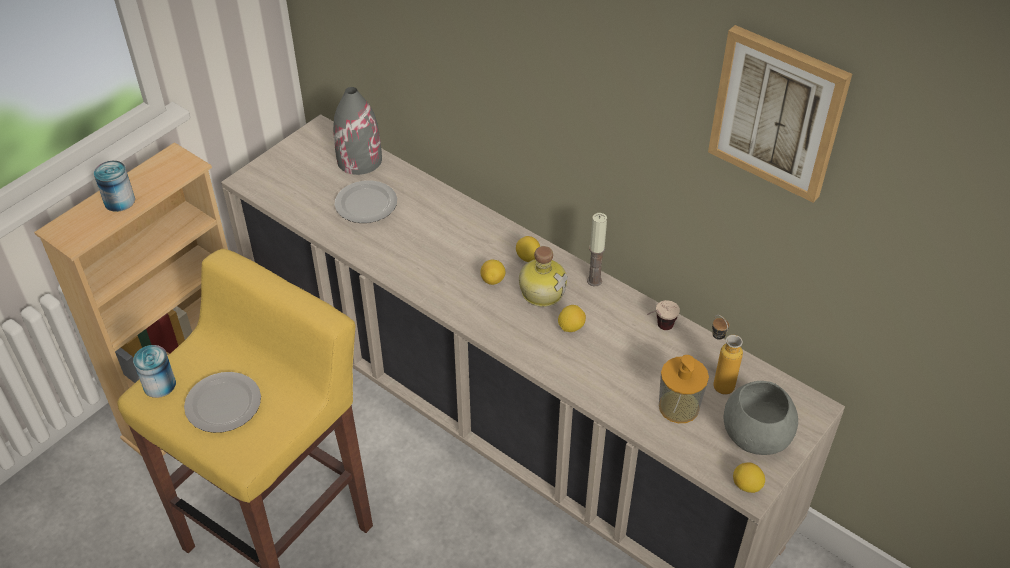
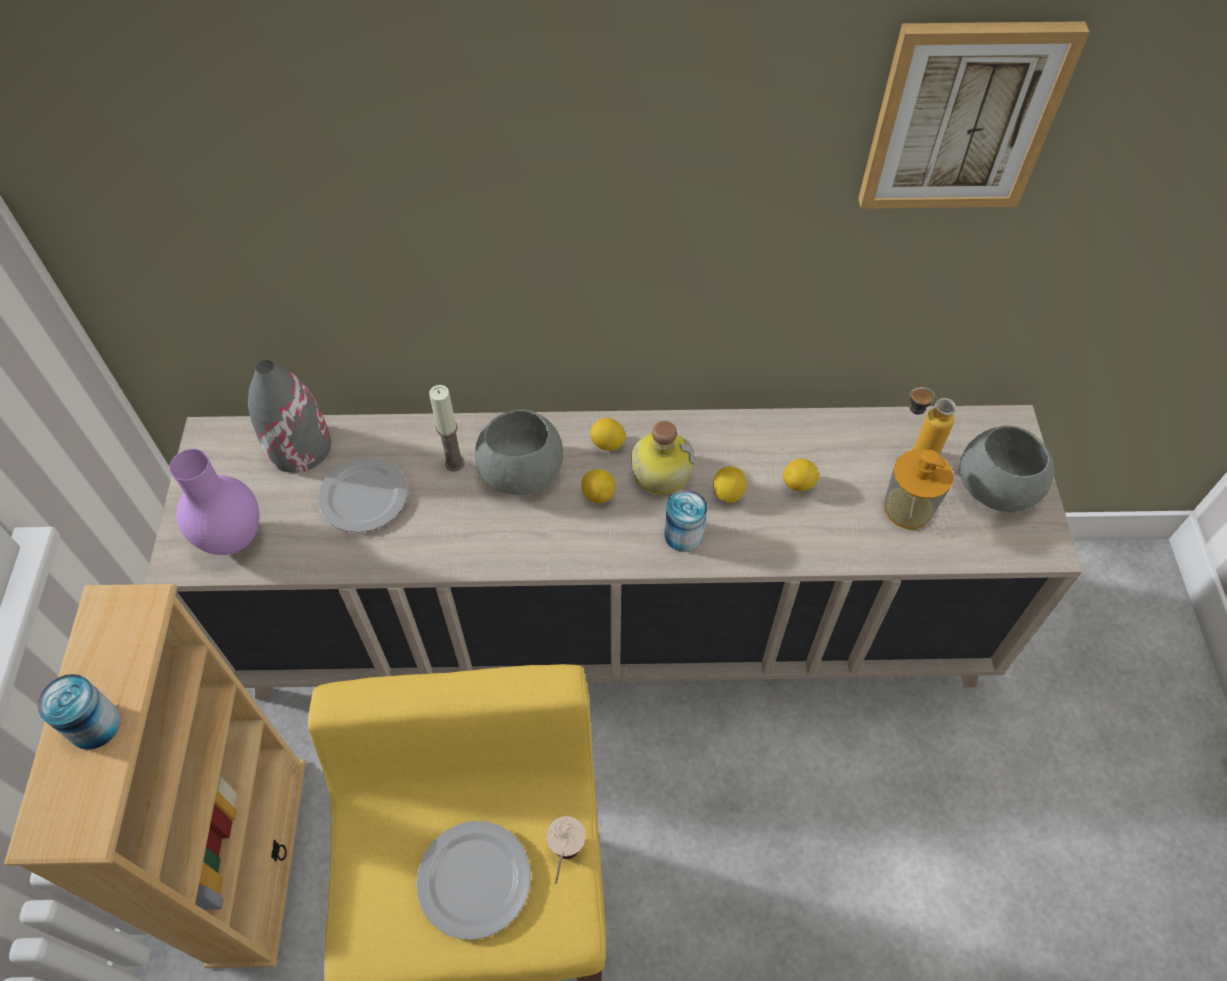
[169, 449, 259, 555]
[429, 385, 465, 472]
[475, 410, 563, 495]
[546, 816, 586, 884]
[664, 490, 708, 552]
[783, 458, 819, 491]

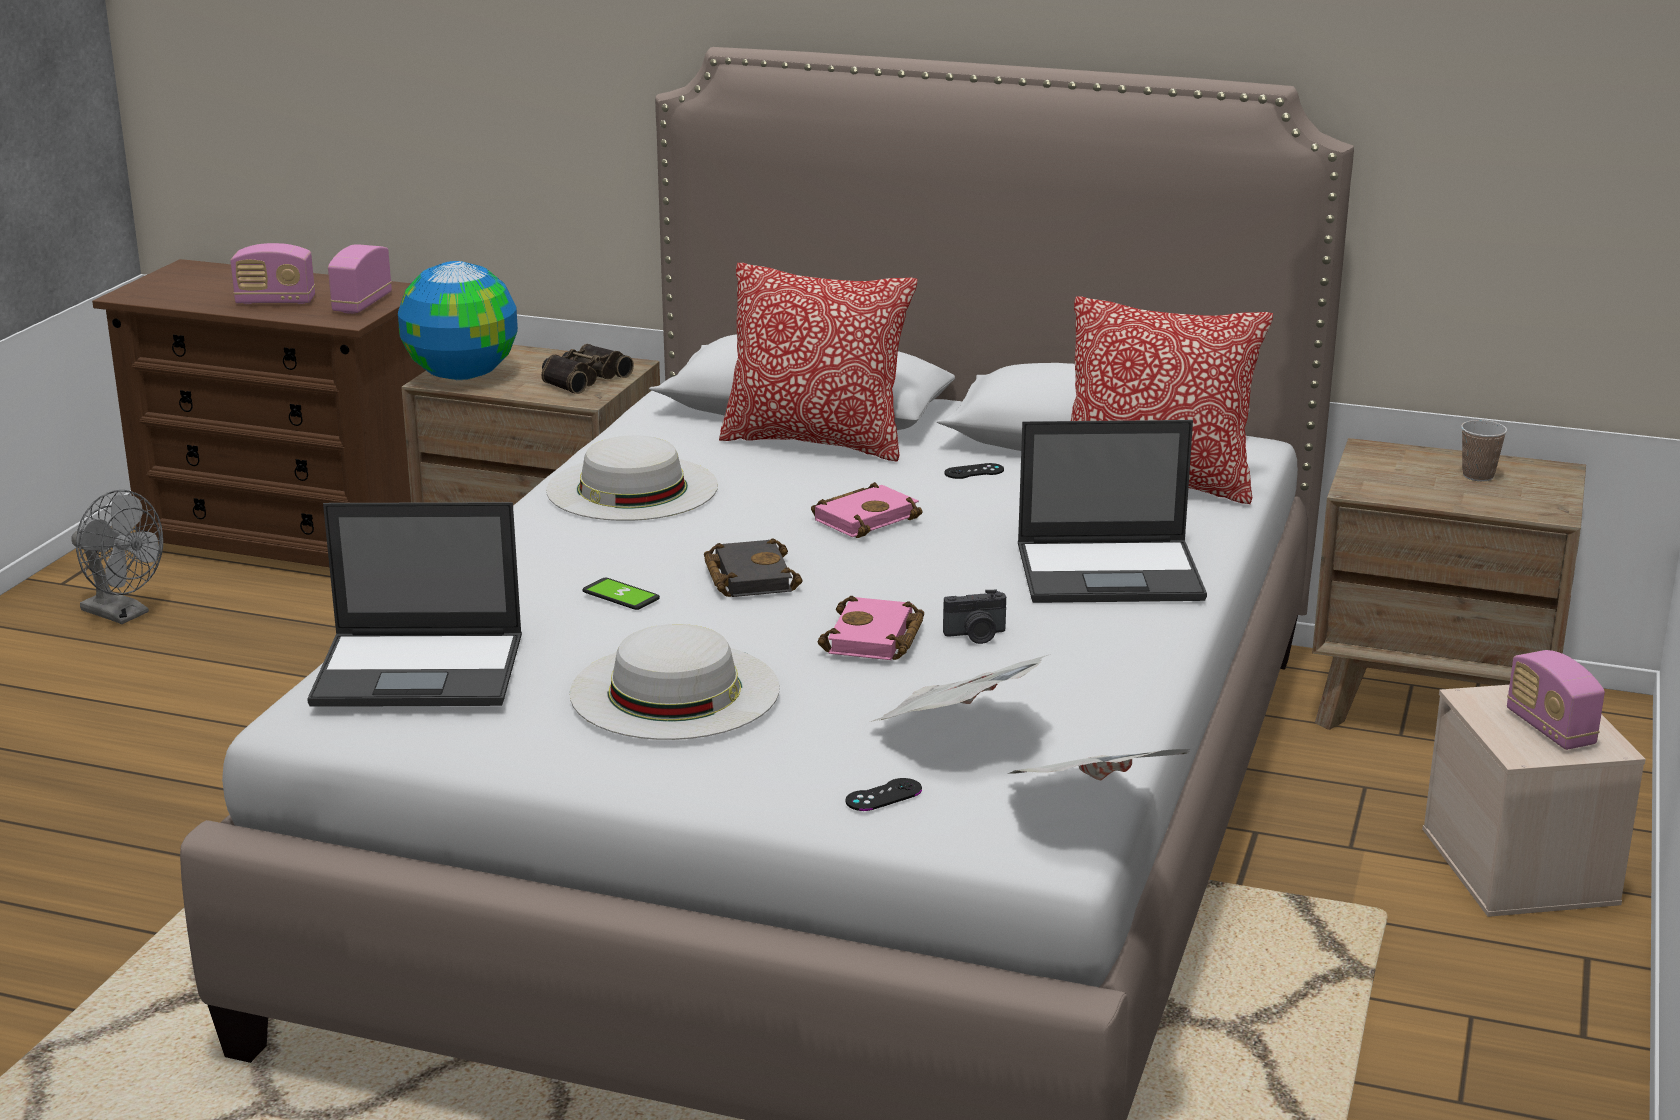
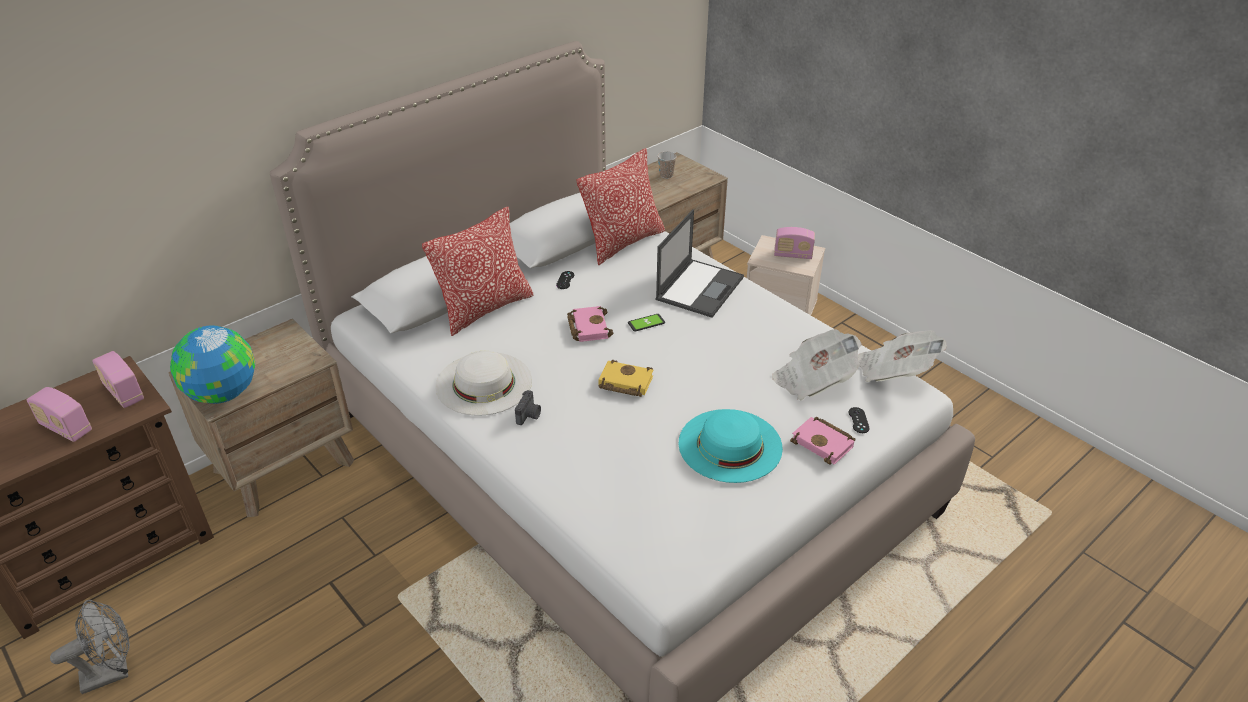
[26, 387, 92, 442]
[515, 390, 541, 425]
[598, 360, 653, 397]
[628, 314, 665, 332]
[679, 409, 783, 483]
[790, 417, 855, 465]
[307, 502, 522, 707] (first image)
[541, 344, 634, 394] (first image)

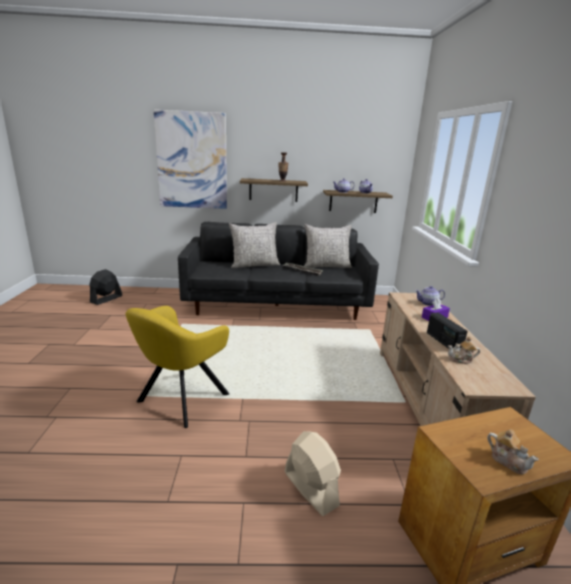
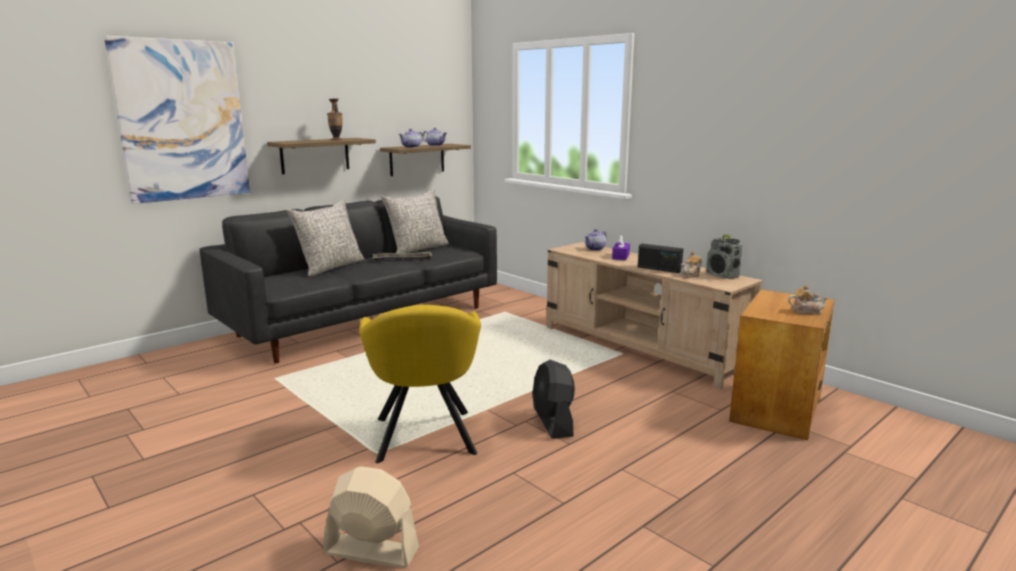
[323, 466, 419, 568]
[532, 360, 575, 439]
[706, 234, 742, 279]

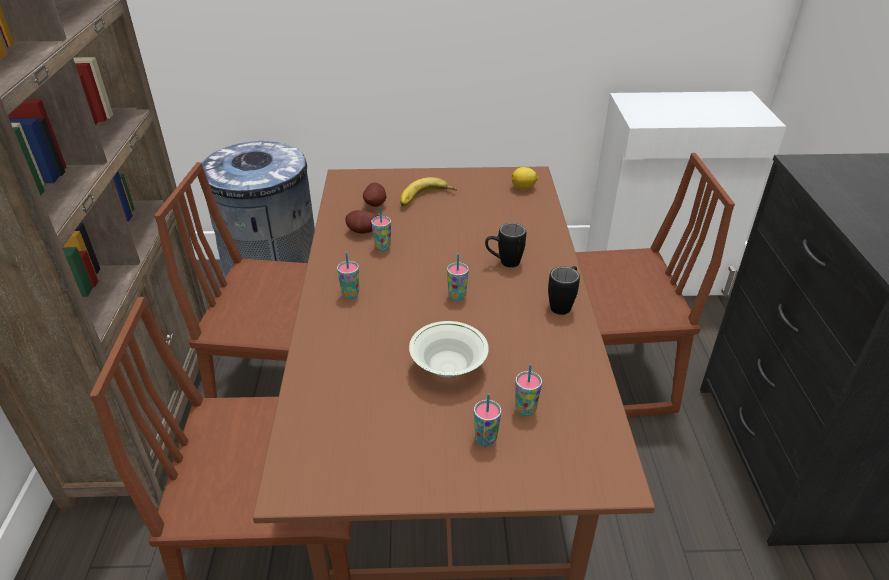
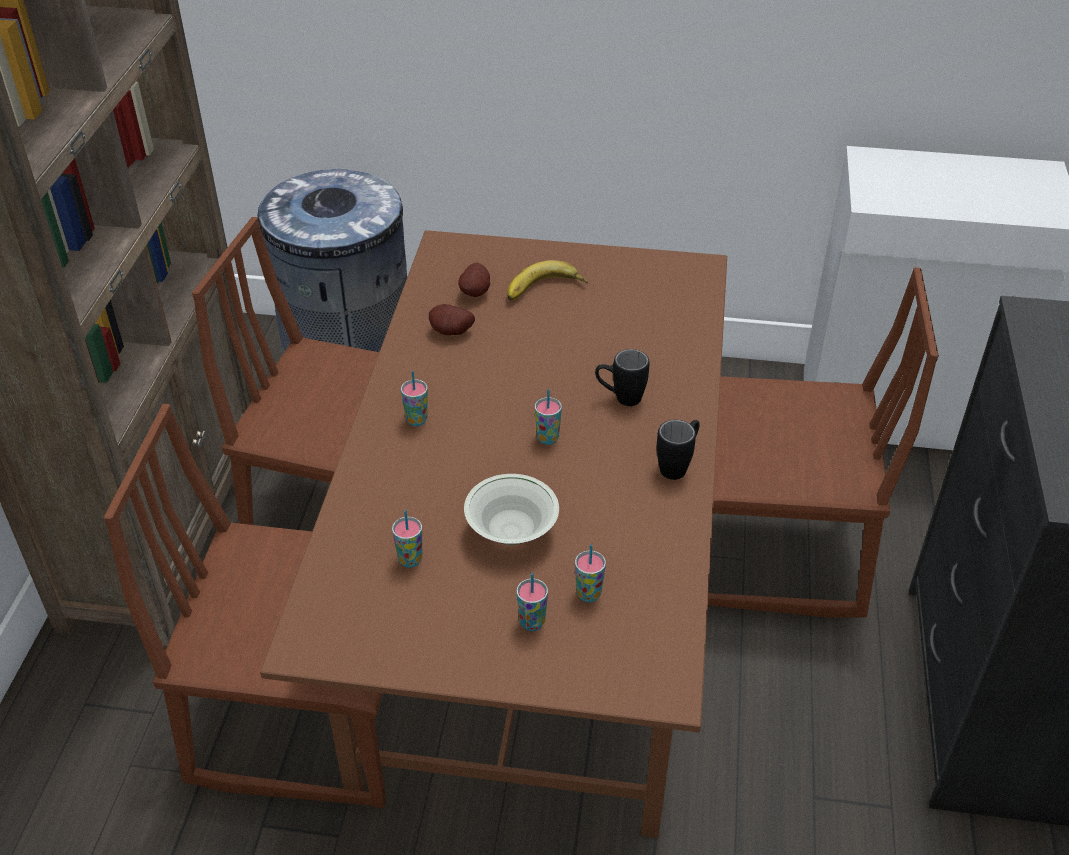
[392, 510, 422, 568]
[512, 167, 538, 189] (first image)

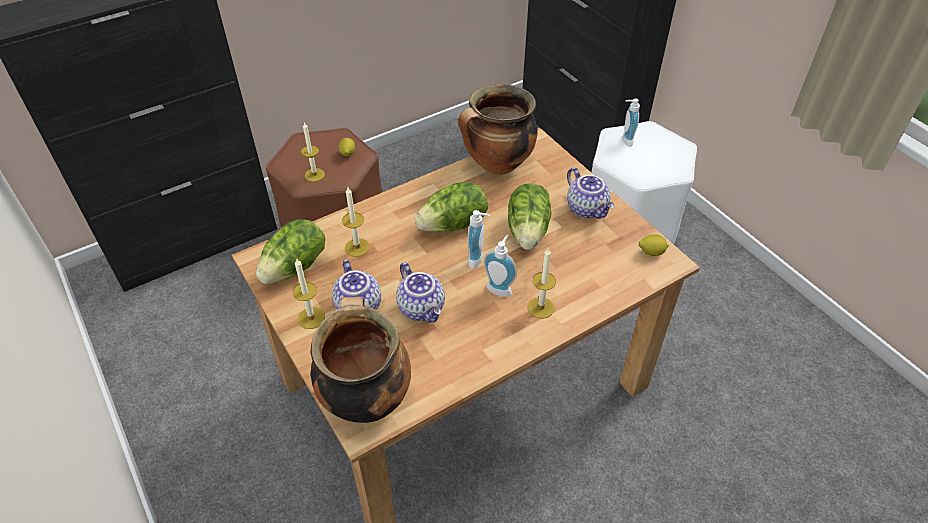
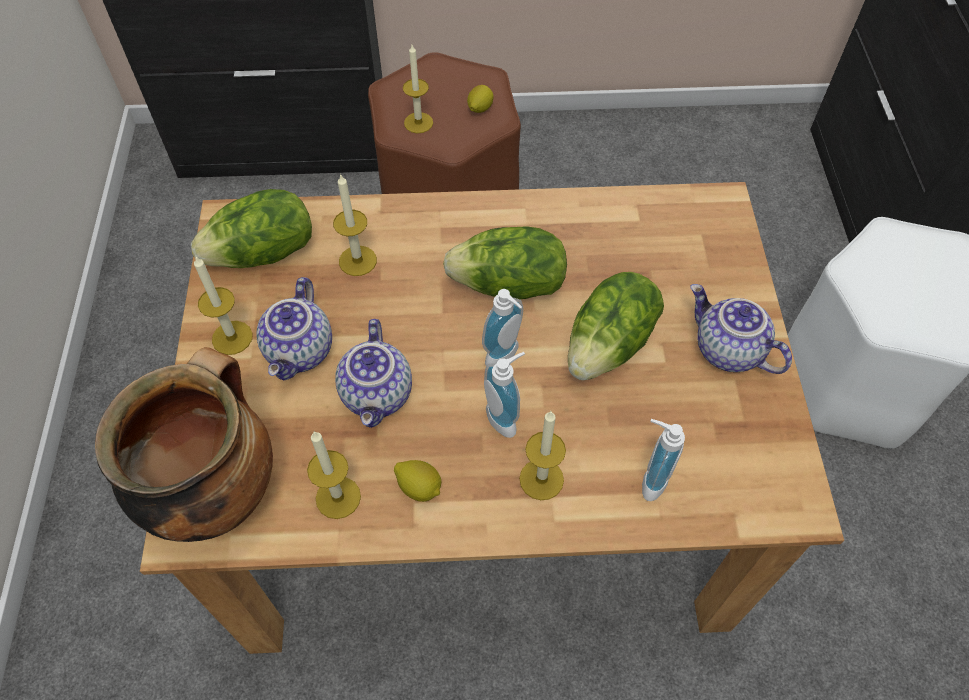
[307, 431, 361, 519]
[394, 460, 441, 502]
[642, 419, 685, 501]
[690, 284, 792, 374]
[458, 85, 538, 175] (first image)

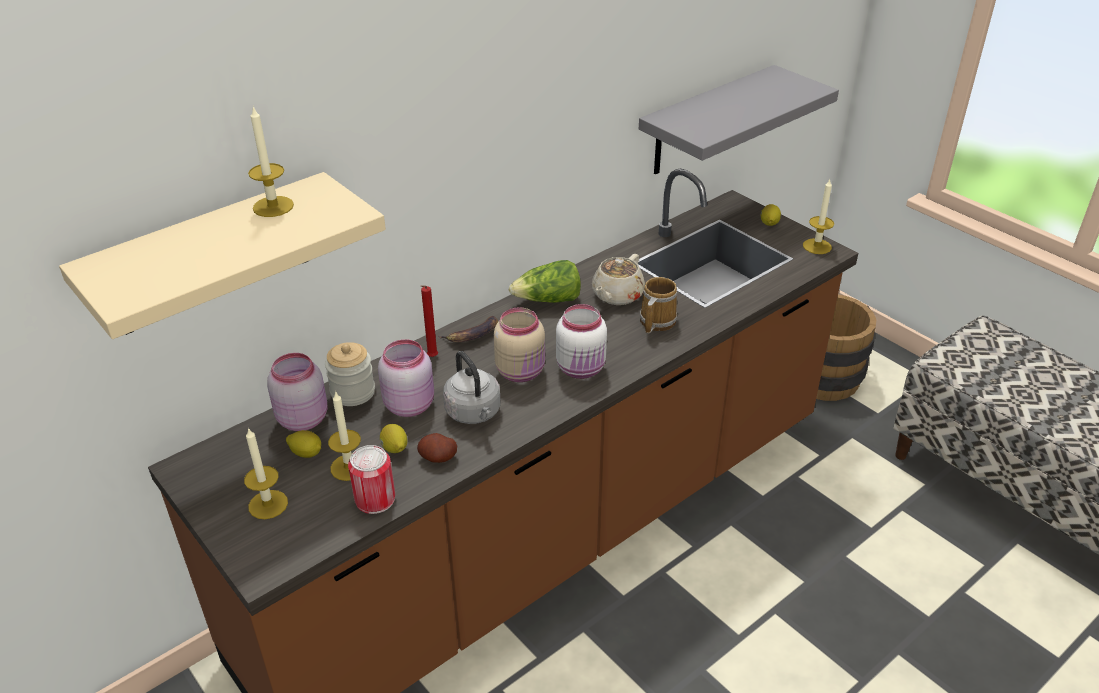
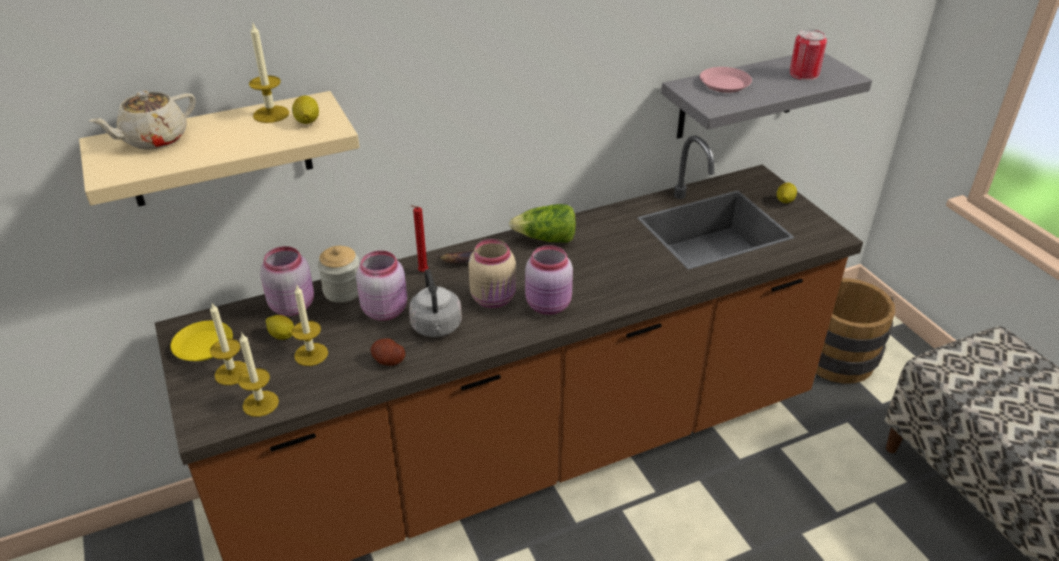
[89, 91, 196, 150]
[170, 321, 233, 361]
[238, 332, 279, 417]
[292, 96, 319, 124]
[525, 245, 573, 315]
[700, 67, 752, 93]
[790, 29, 827, 80]
[640, 277, 678, 333] (first image)

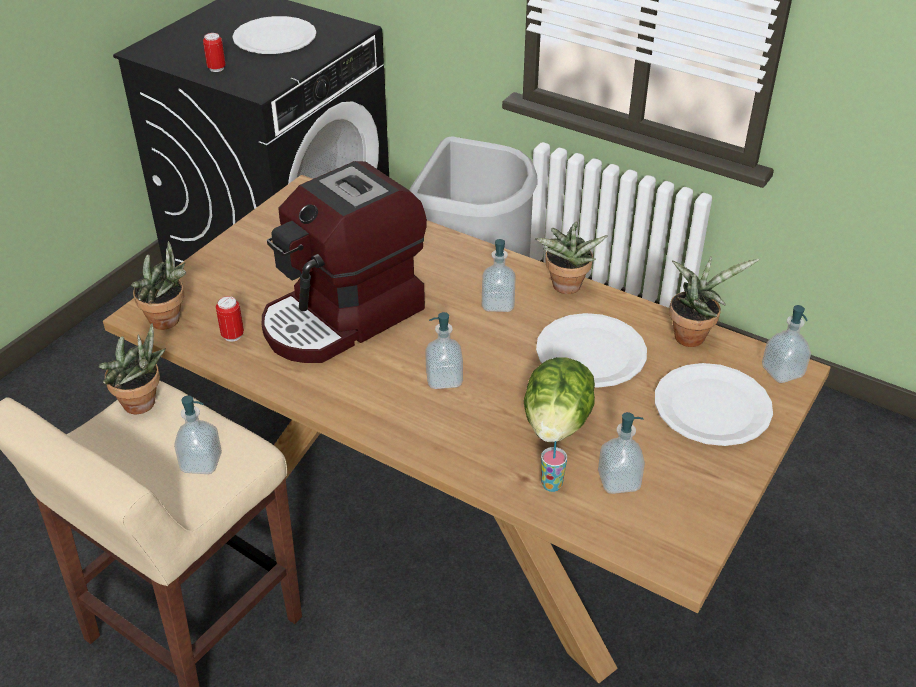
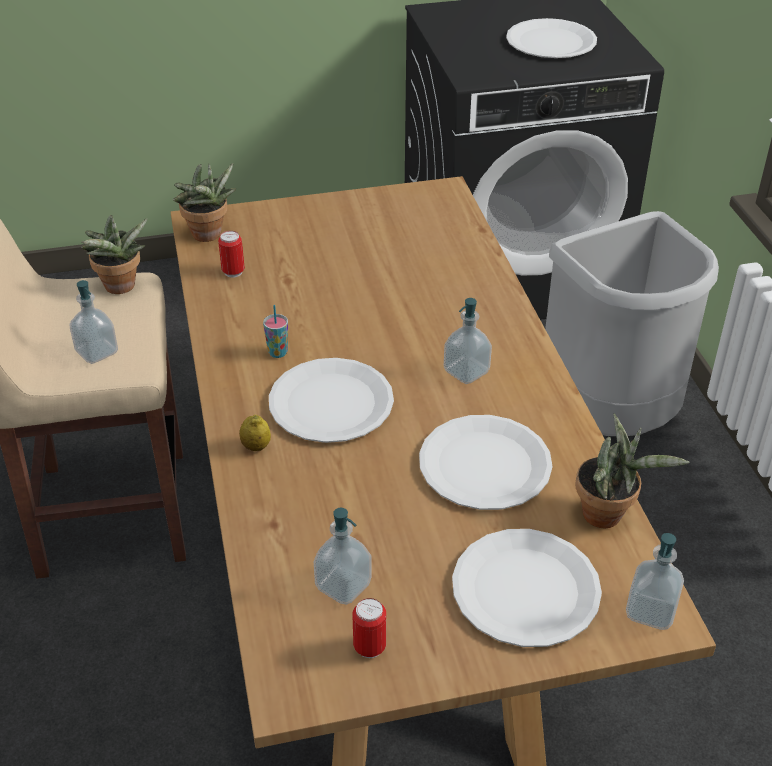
[239, 415, 271, 451]
[263, 305, 288, 358]
[269, 358, 394, 443]
[353, 598, 386, 658]
[262, 161, 427, 363] (first image)
[524, 357, 595, 442] (first image)
[535, 221, 608, 294] (first image)

